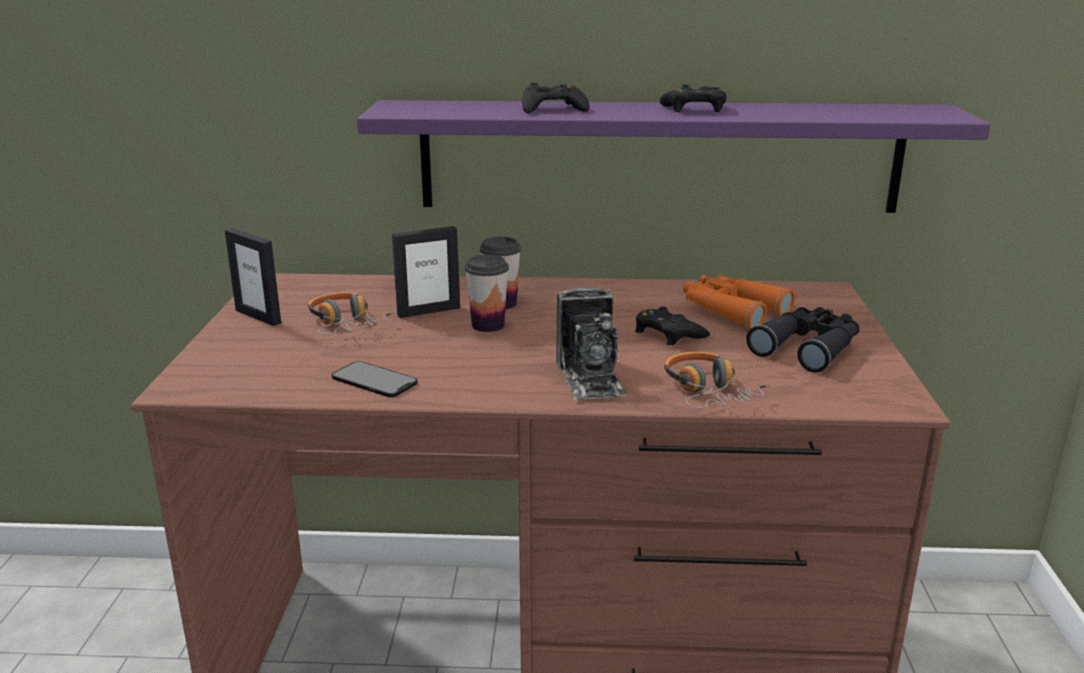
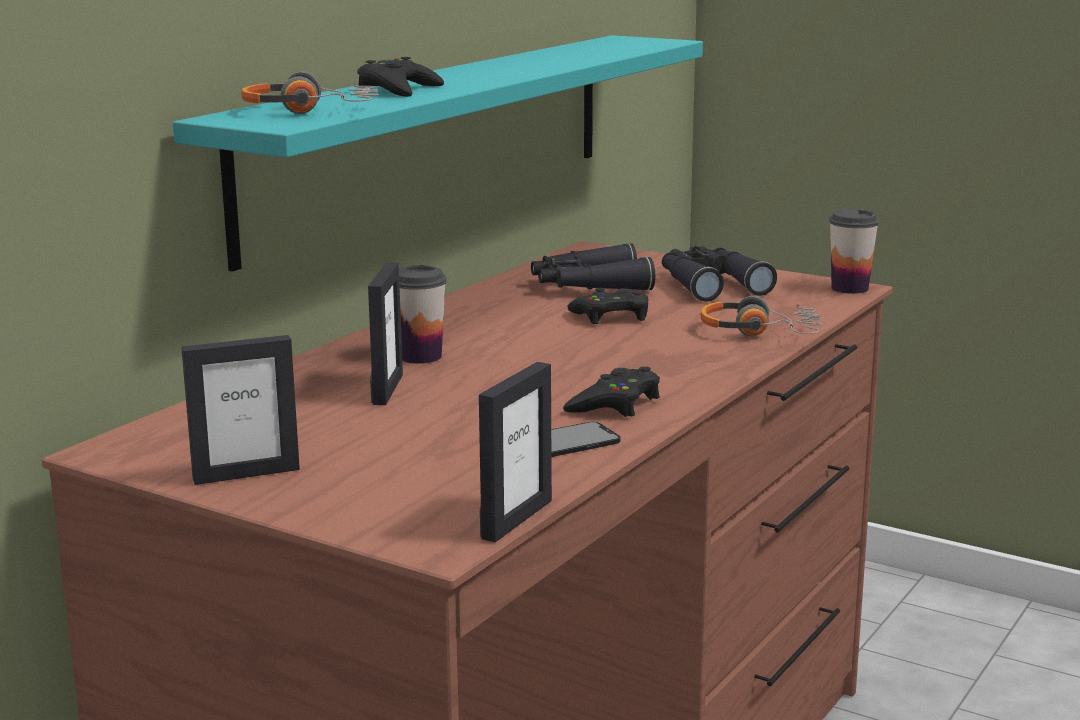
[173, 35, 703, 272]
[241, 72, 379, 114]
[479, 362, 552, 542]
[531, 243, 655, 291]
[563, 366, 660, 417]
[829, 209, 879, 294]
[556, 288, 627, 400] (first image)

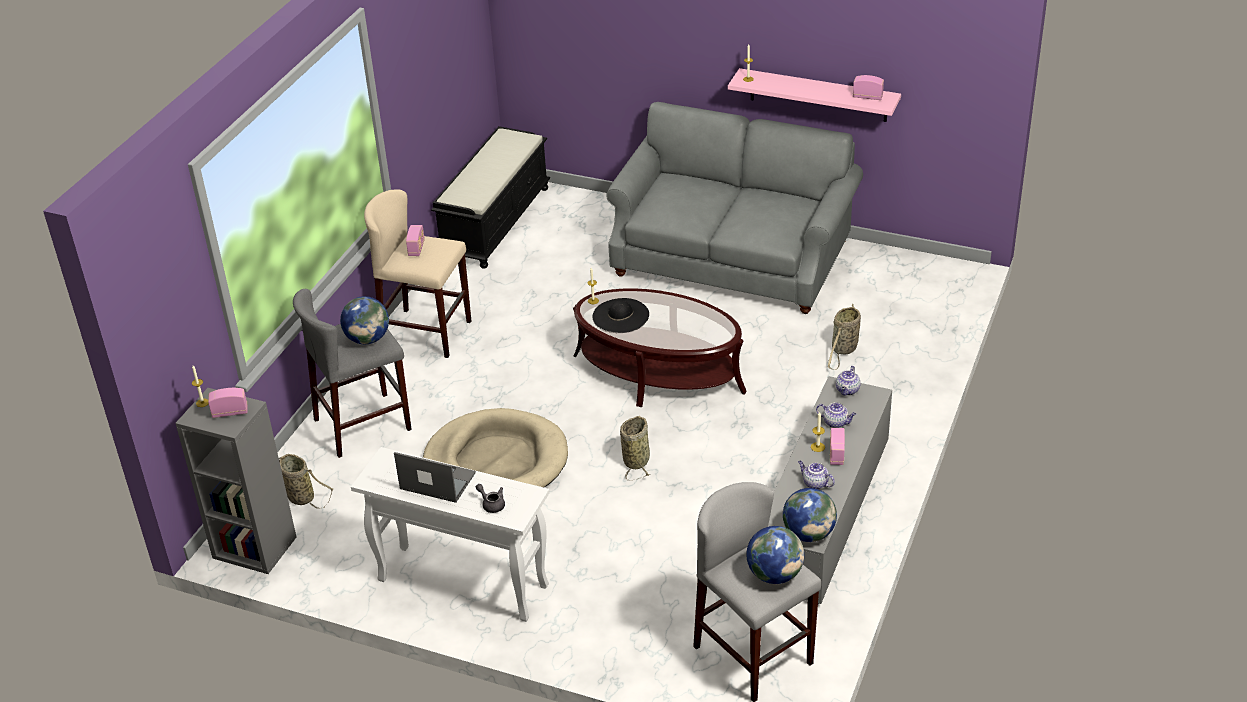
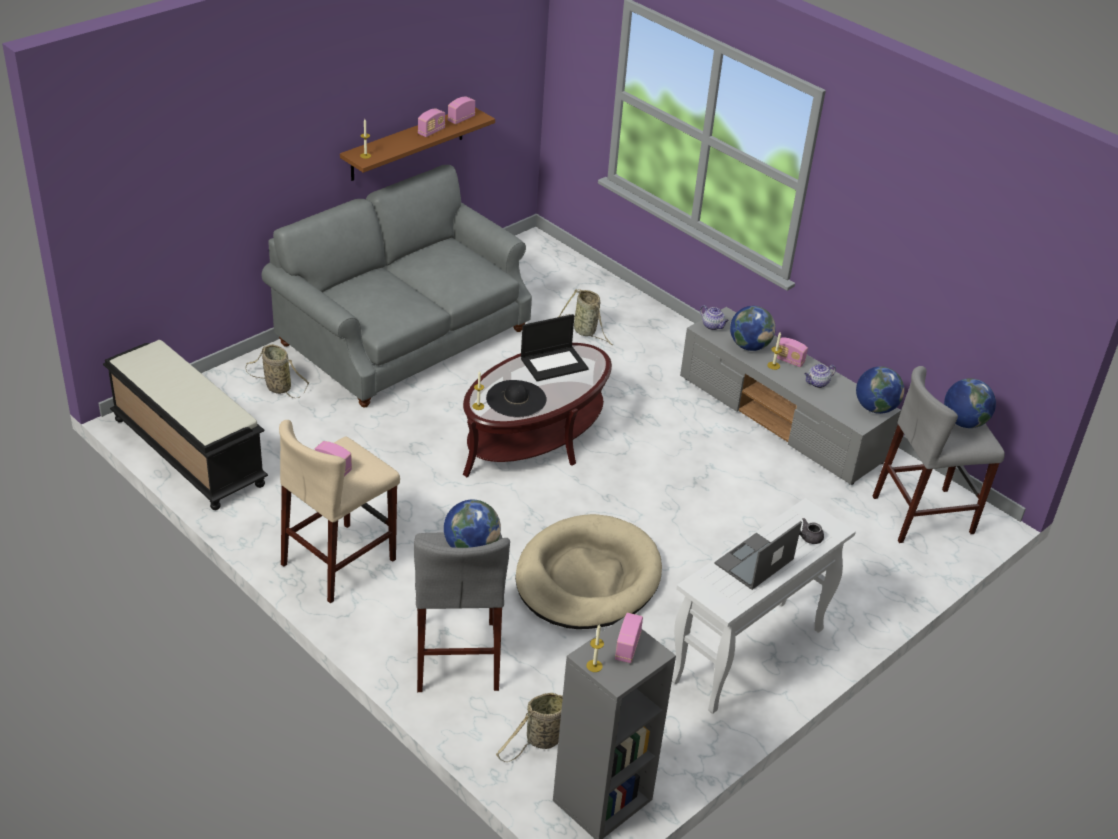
[245, 344, 309, 398]
[340, 108, 495, 181]
[418, 109, 445, 137]
[521, 314, 589, 381]
[730, 306, 776, 351]

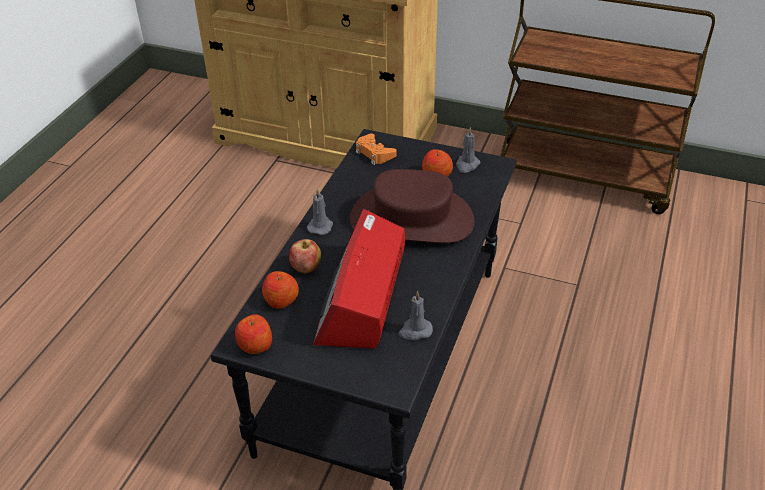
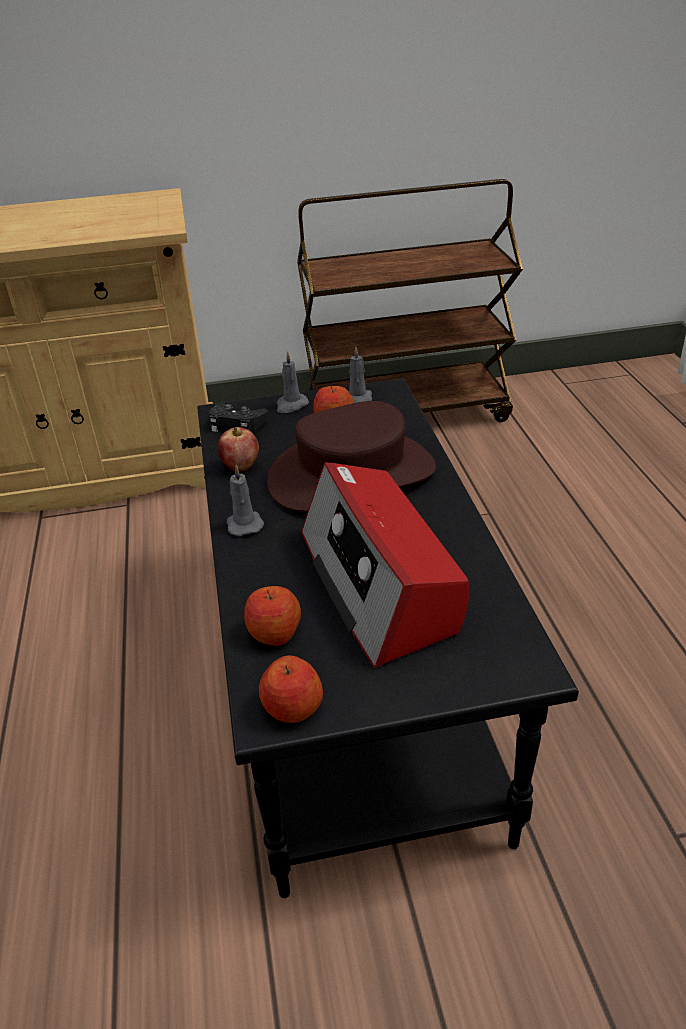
[209, 403, 268, 433]
[218, 427, 259, 472]
[277, 351, 309, 413]

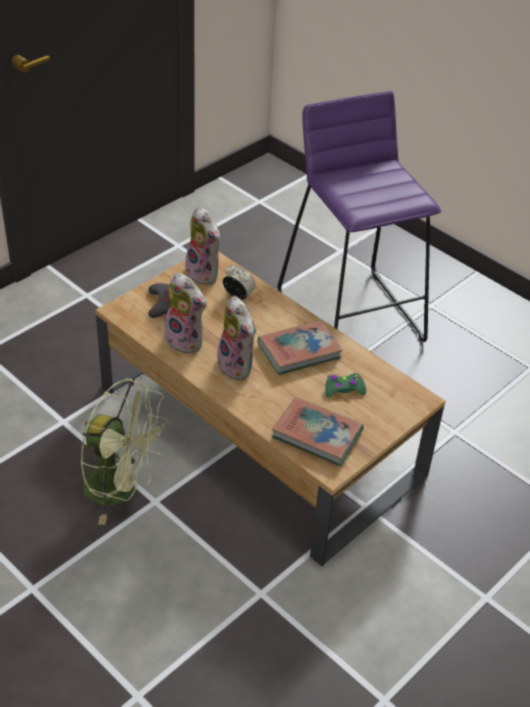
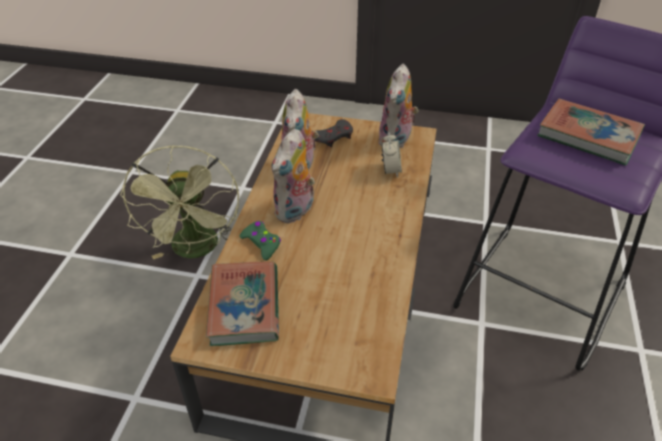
[240, 221, 281, 260]
[538, 98, 645, 165]

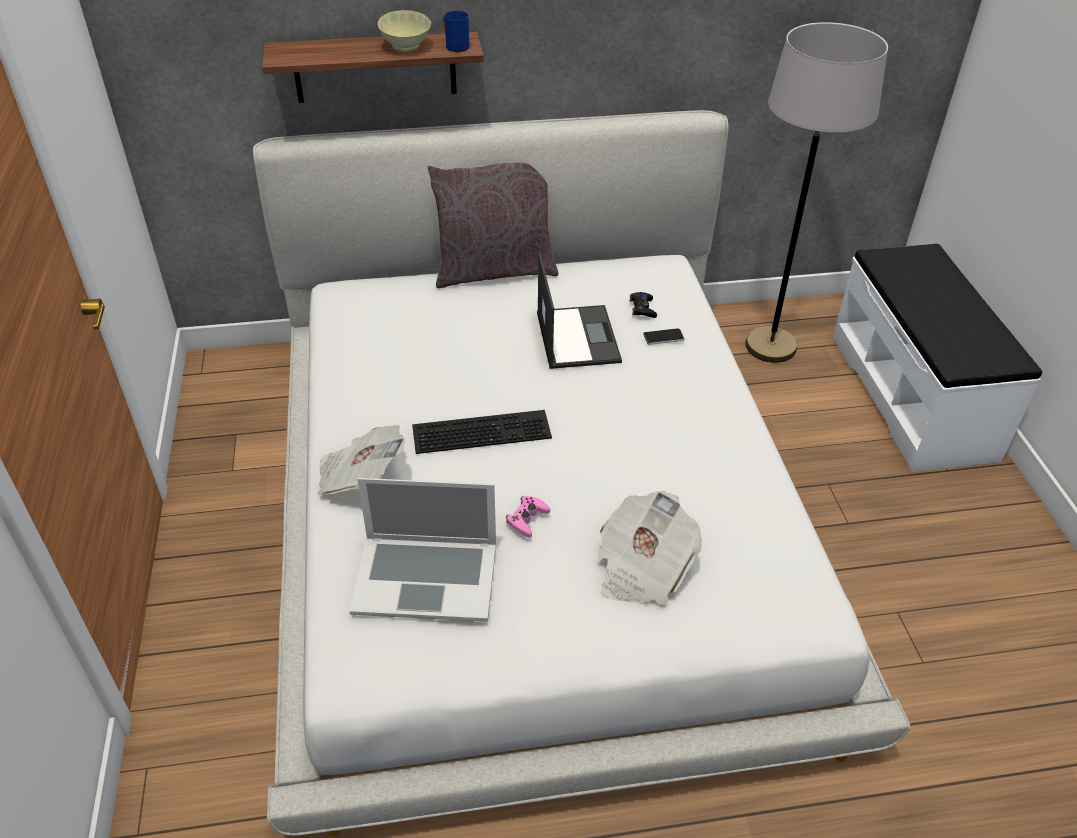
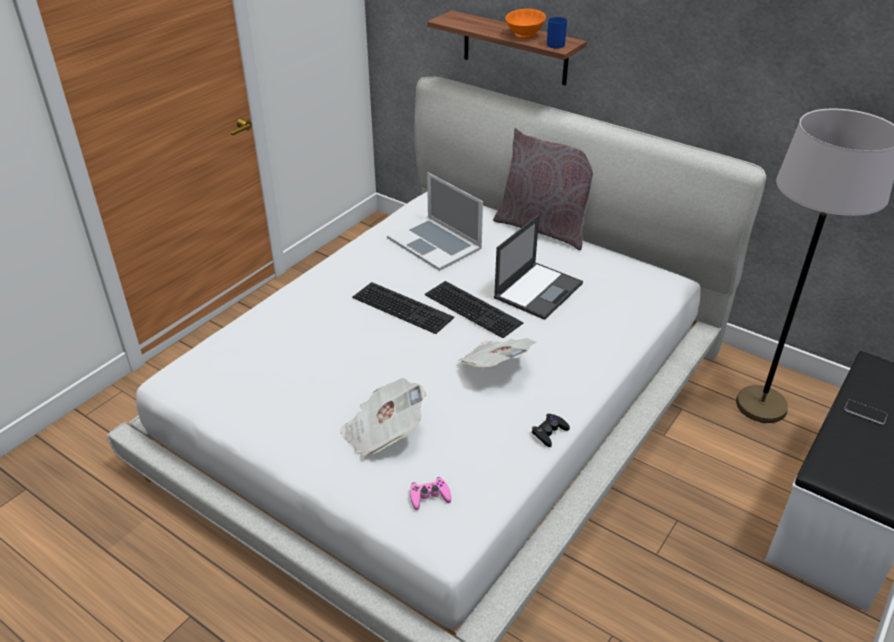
[387, 172, 483, 271]
[410, 477, 451, 510]
[425, 281, 523, 338]
[458, 339, 536, 367]
[505, 9, 546, 39]
[532, 414, 570, 447]
[844, 400, 888, 425]

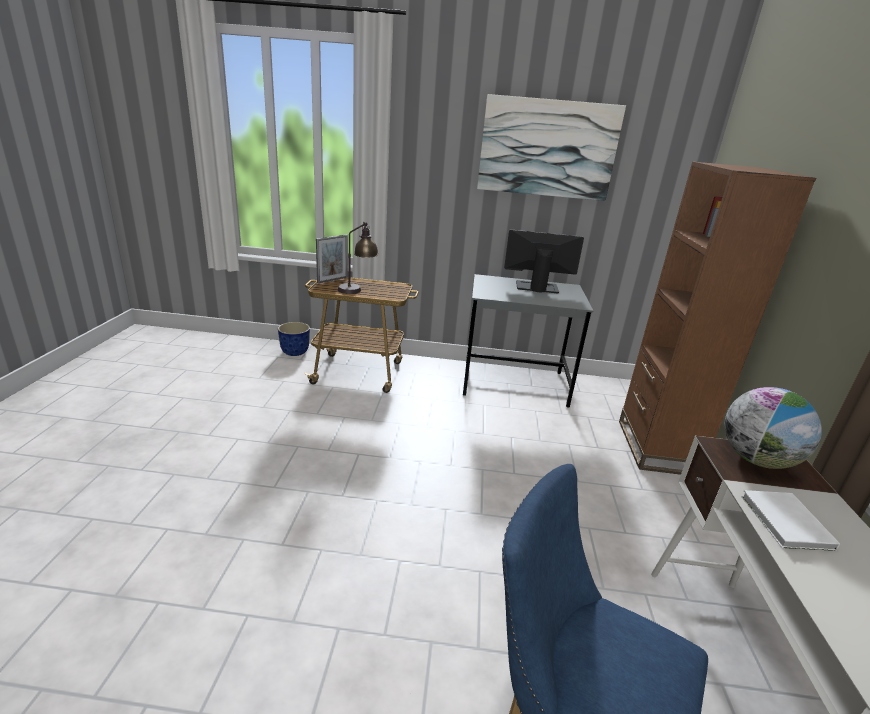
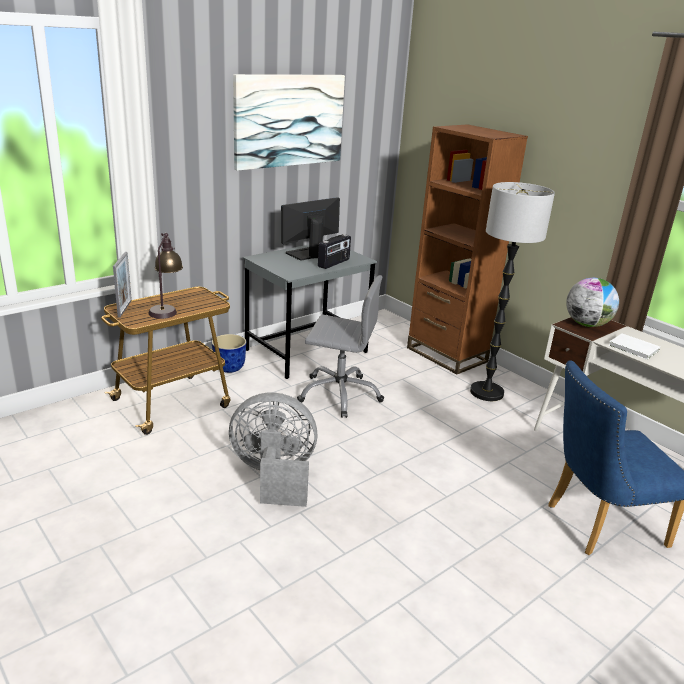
[212, 334, 247, 373]
[229, 393, 317, 507]
[297, 275, 384, 418]
[318, 234, 351, 269]
[470, 182, 555, 401]

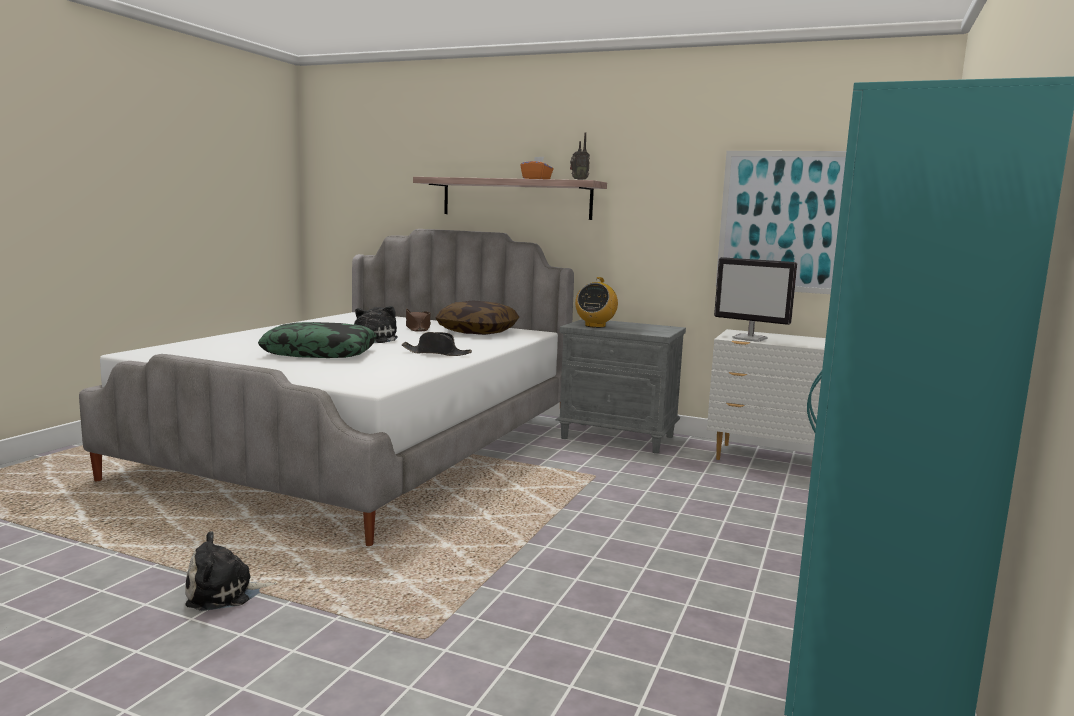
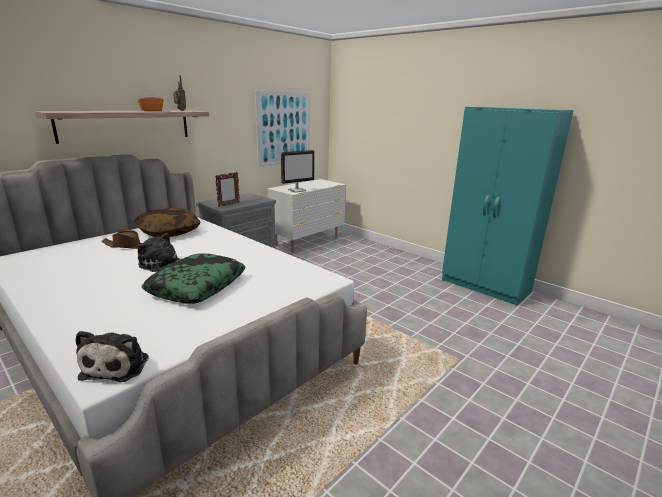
[76, 331, 149, 383]
[215, 172, 240, 207]
[402, 332, 472, 356] (first image)

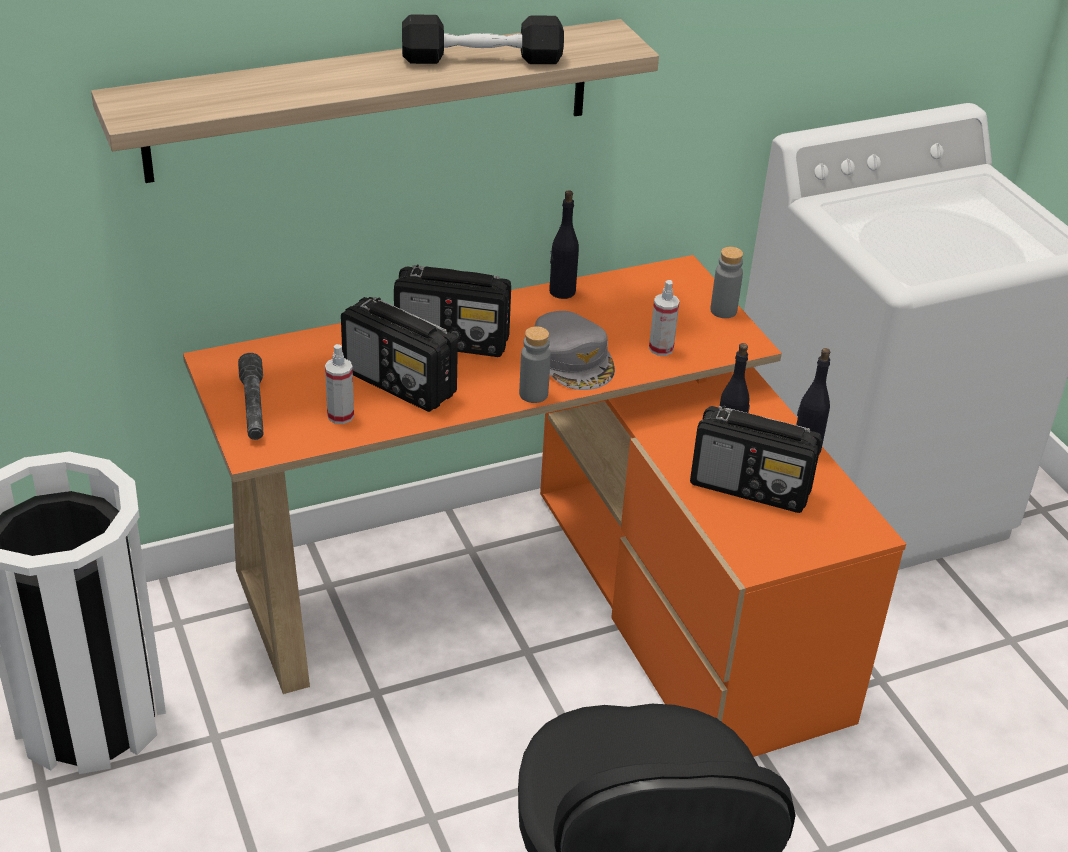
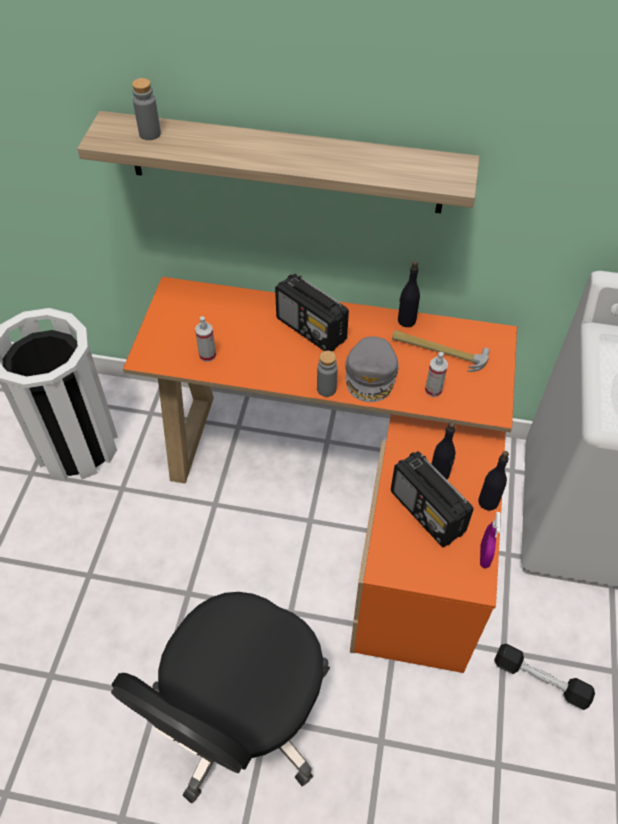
[132, 78, 161, 140]
[392, 330, 490, 372]
[480, 512, 501, 568]
[494, 644, 595, 710]
[238, 353, 263, 440] (first image)
[341, 297, 458, 412] (first image)

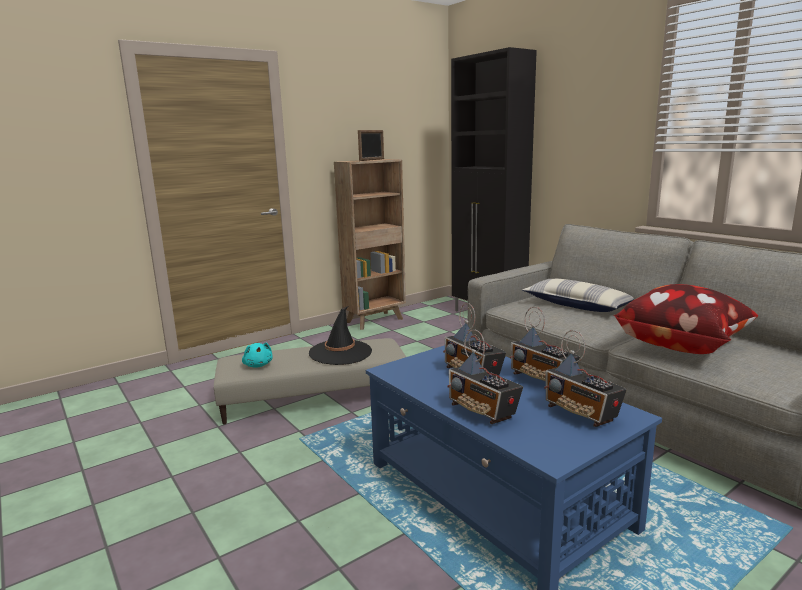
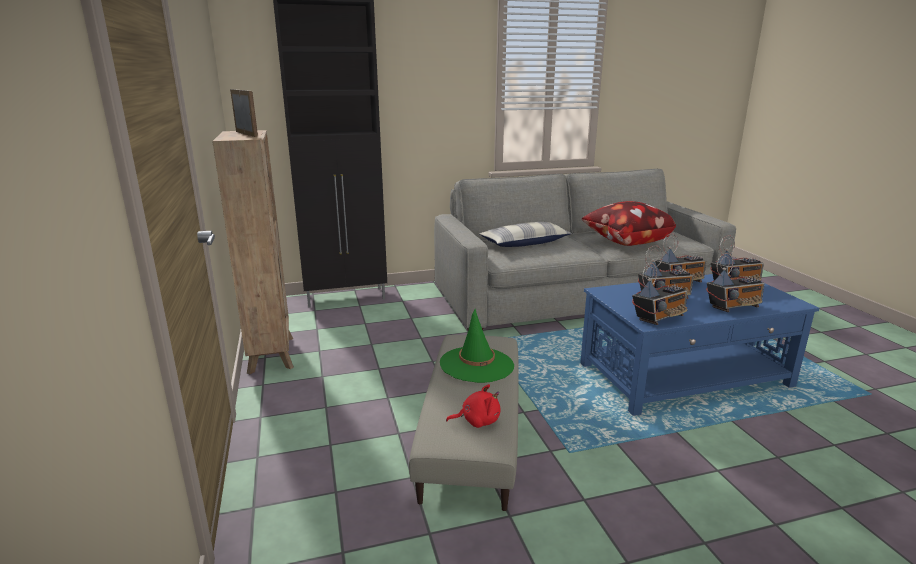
[440, 309, 514, 383]
[446, 384, 501, 428]
[632, 263, 688, 325]

